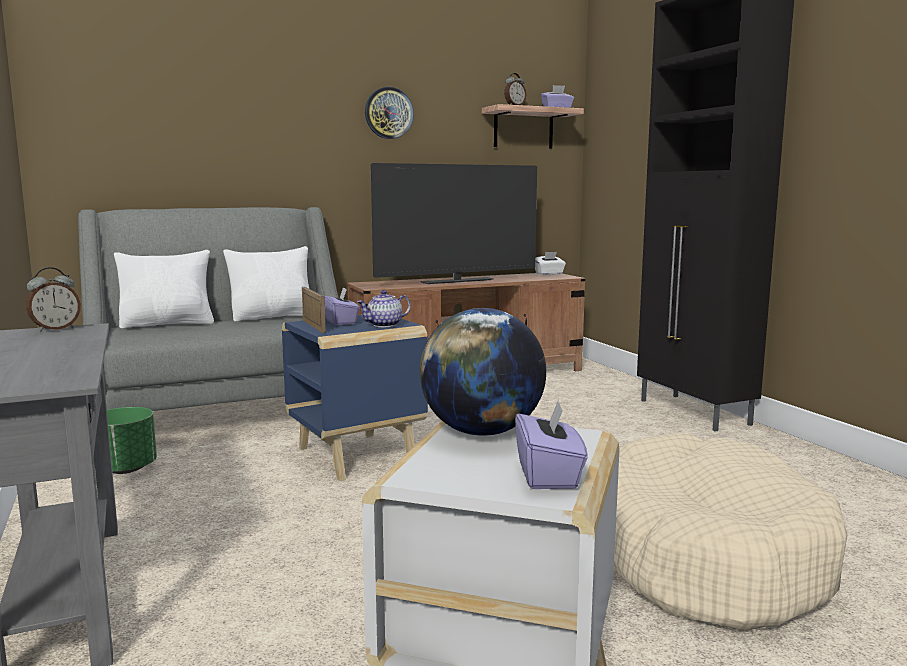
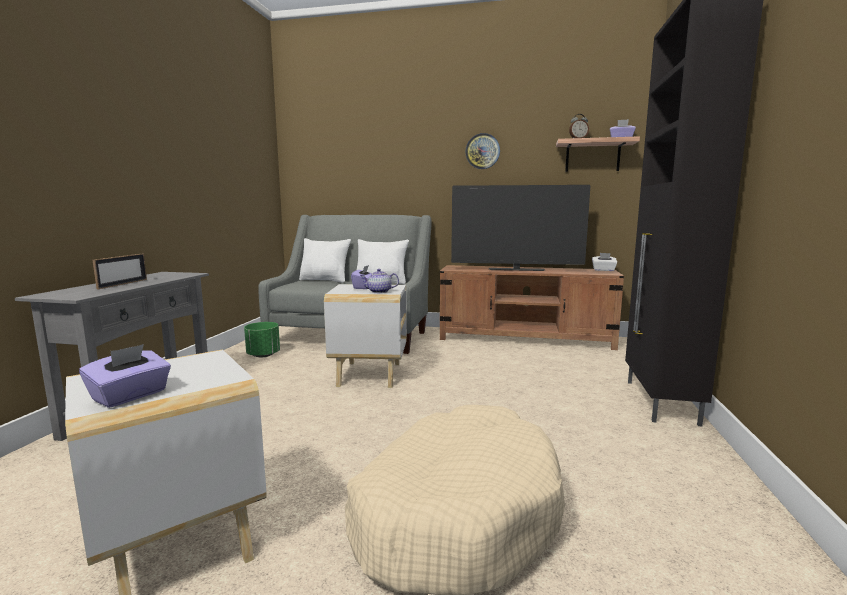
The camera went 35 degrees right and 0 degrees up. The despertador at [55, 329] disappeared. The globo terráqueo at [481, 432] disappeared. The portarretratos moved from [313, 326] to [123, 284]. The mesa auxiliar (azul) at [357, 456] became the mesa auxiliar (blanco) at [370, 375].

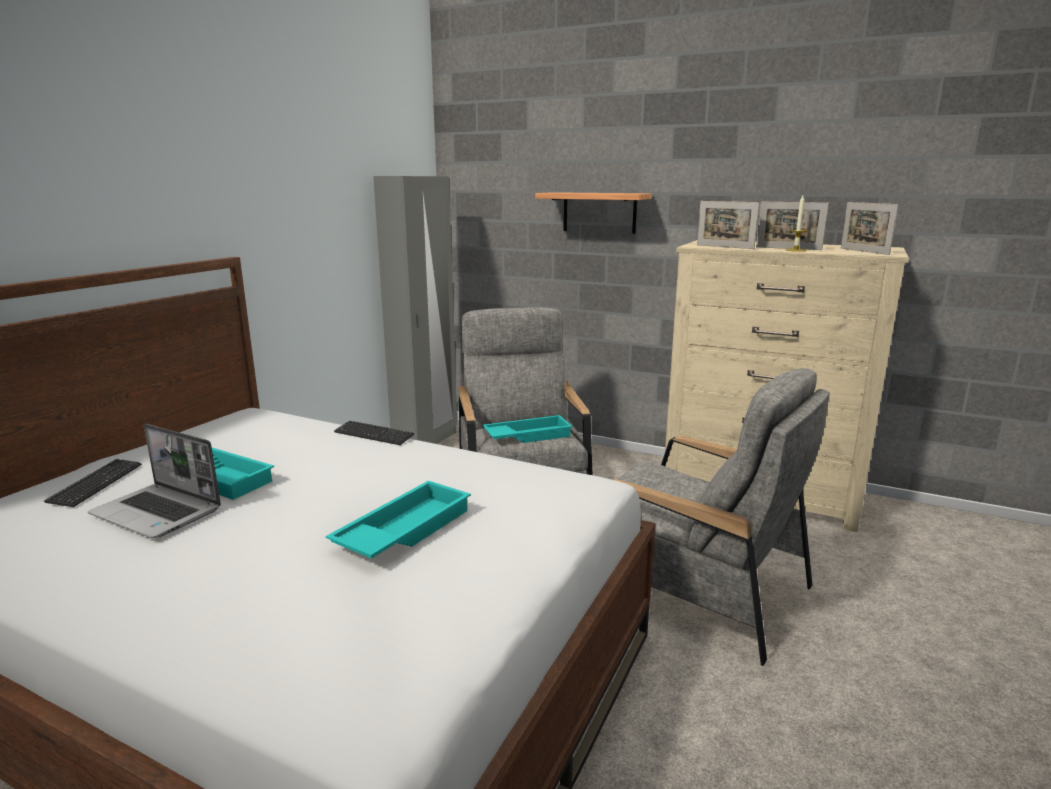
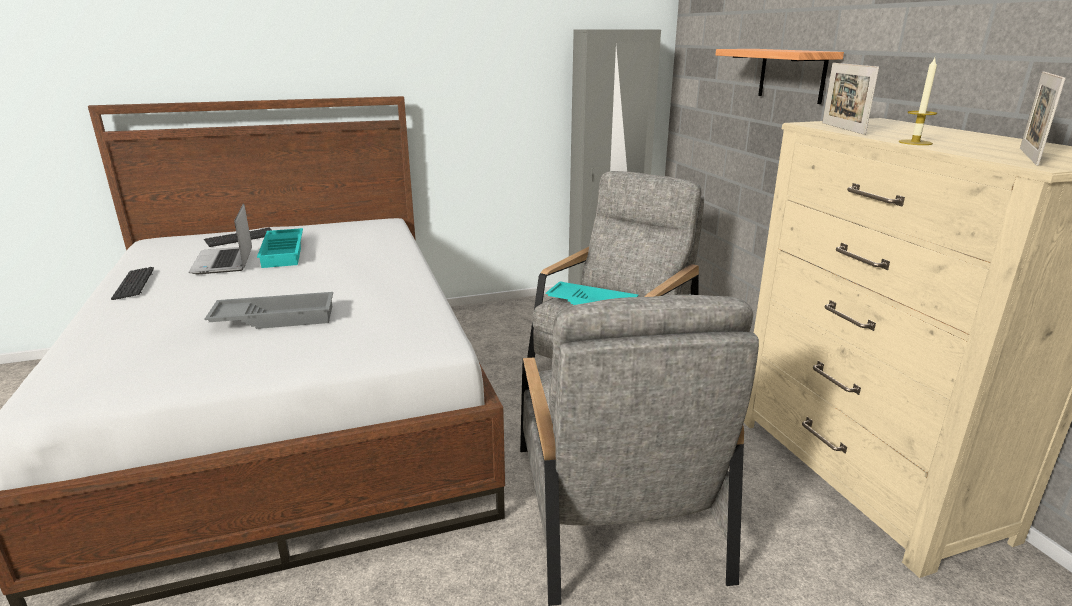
The camera went 45 degrees right and 5 degrees up. The portarretratos at [788, 248] disappeared. The teclado moved from [374, 434] to [134, 284]. The bandeja (turquesa) at [403, 530] became the bandeja (gris) at [276, 318].

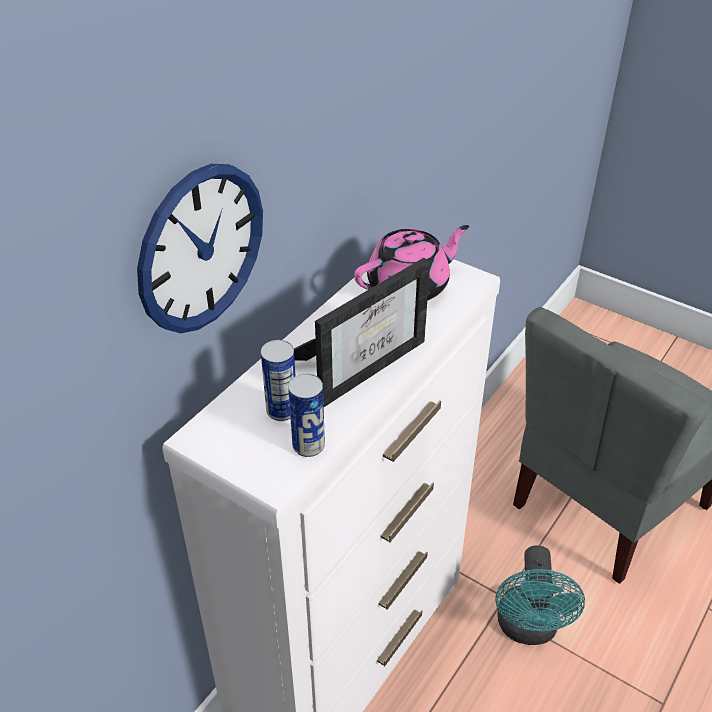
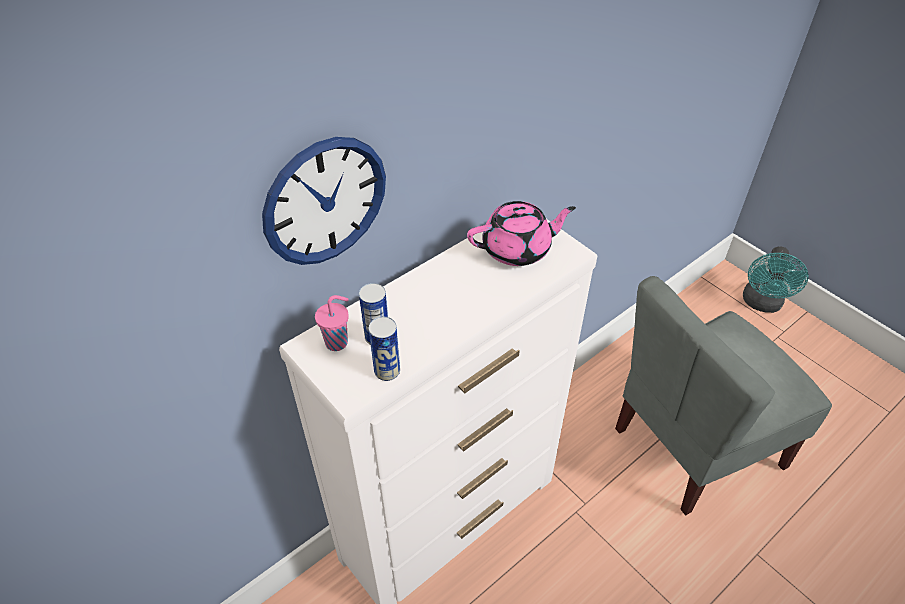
The camera went 15 degrees right and 5 degrees up. The portarretratos at [365, 363] disappeared. The taza (rosa) at [338, 342] appeared. The ventilador (turquesa) moved from [528, 629] to [762, 304].

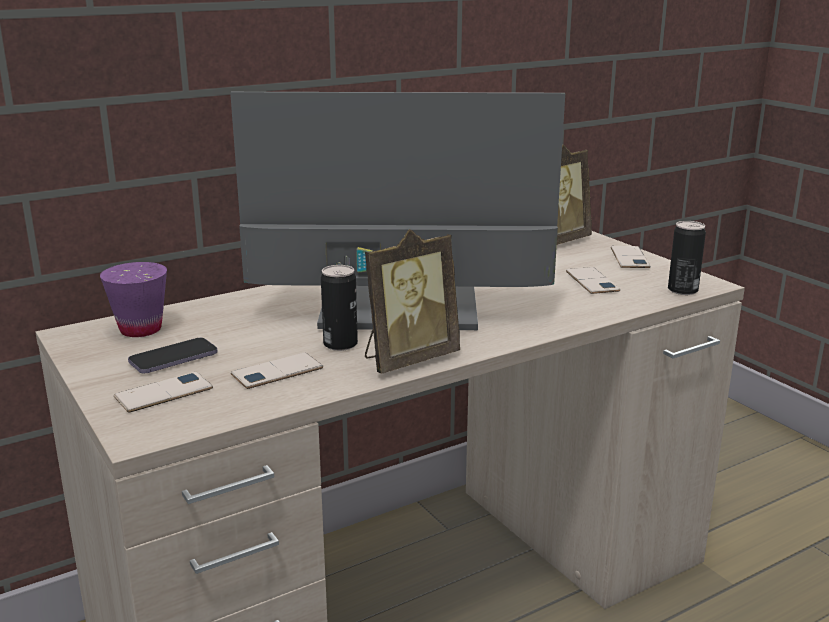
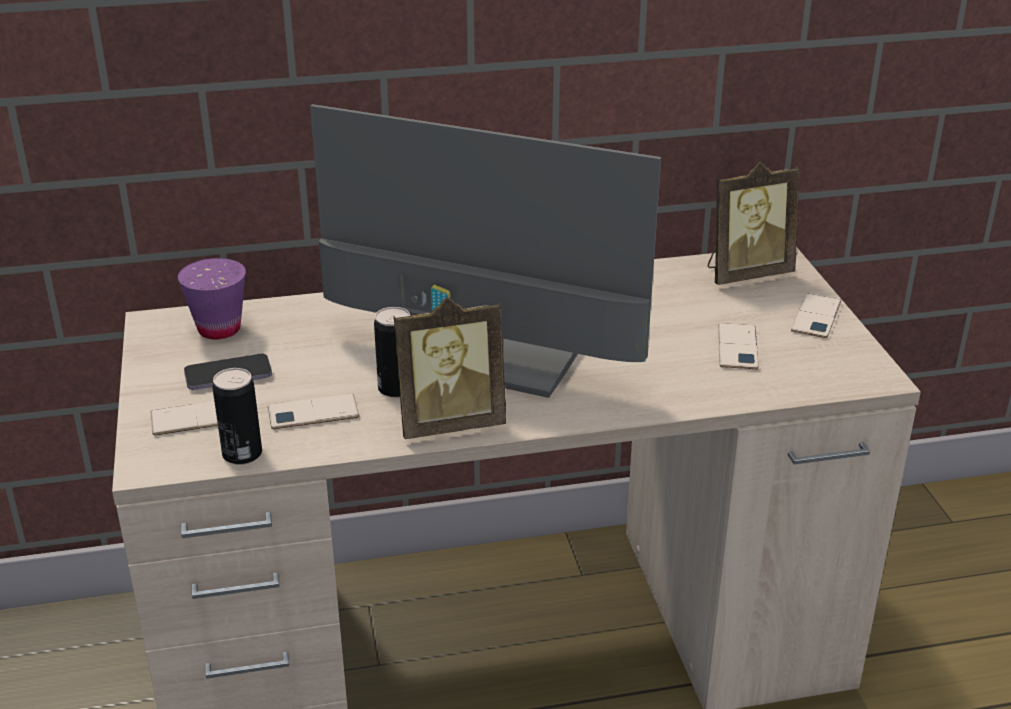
The camera went 20 degrees right and 10 degrees up. The lata moved from [682, 290] to [242, 454].

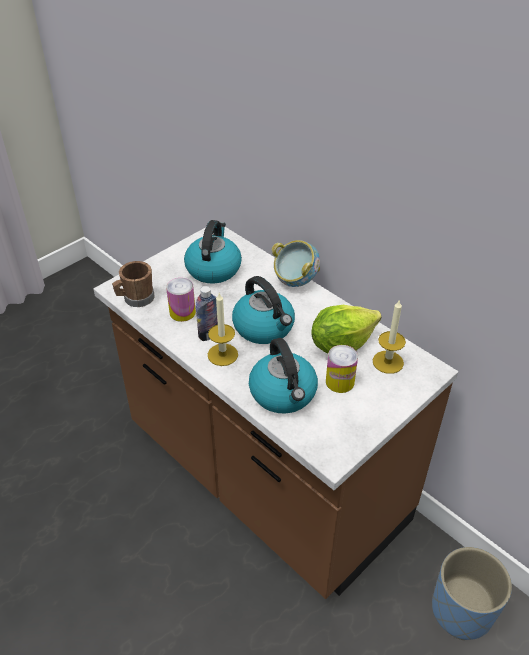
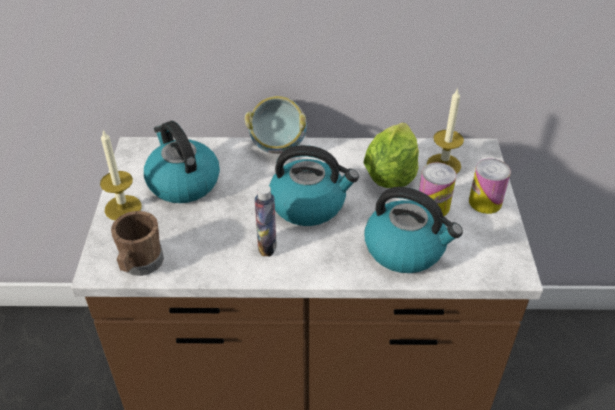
The camera went 45 degrees left and 0 degrees up. The maceta (azul) at [461, 611] disappeared. The lata moved from [182, 312] to [485, 202]. The vela moved from [222, 354] to [123, 208].

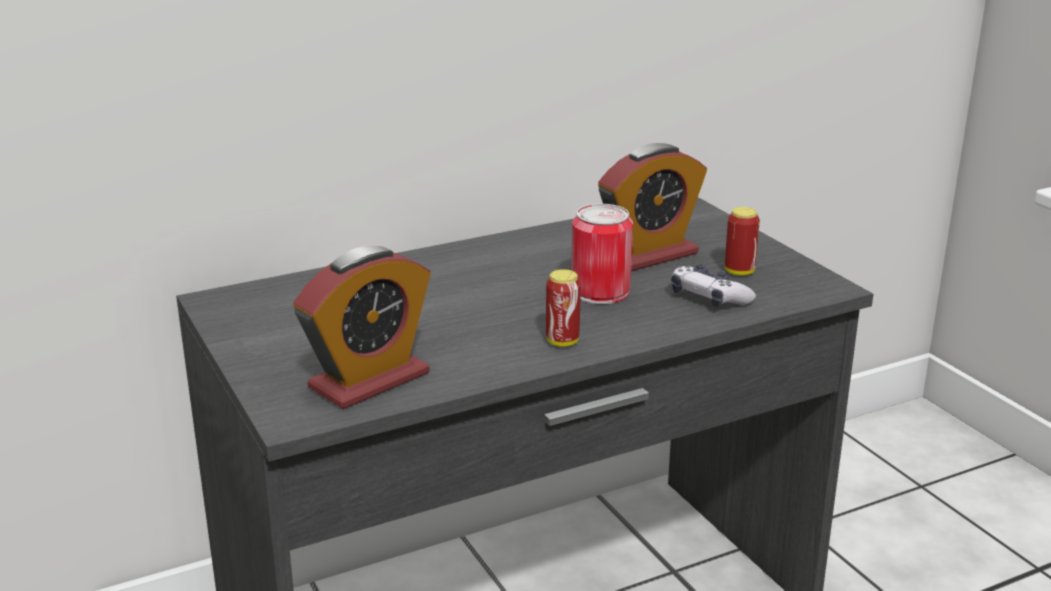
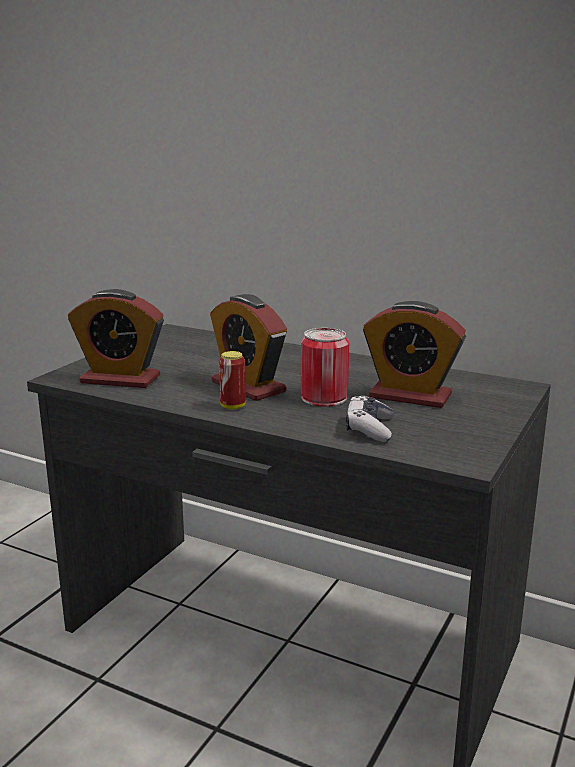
The camera went 55 degrees right and 5 degrees down. The lata at [739, 272] disappeared. The despertador at [248, 387] appeared.

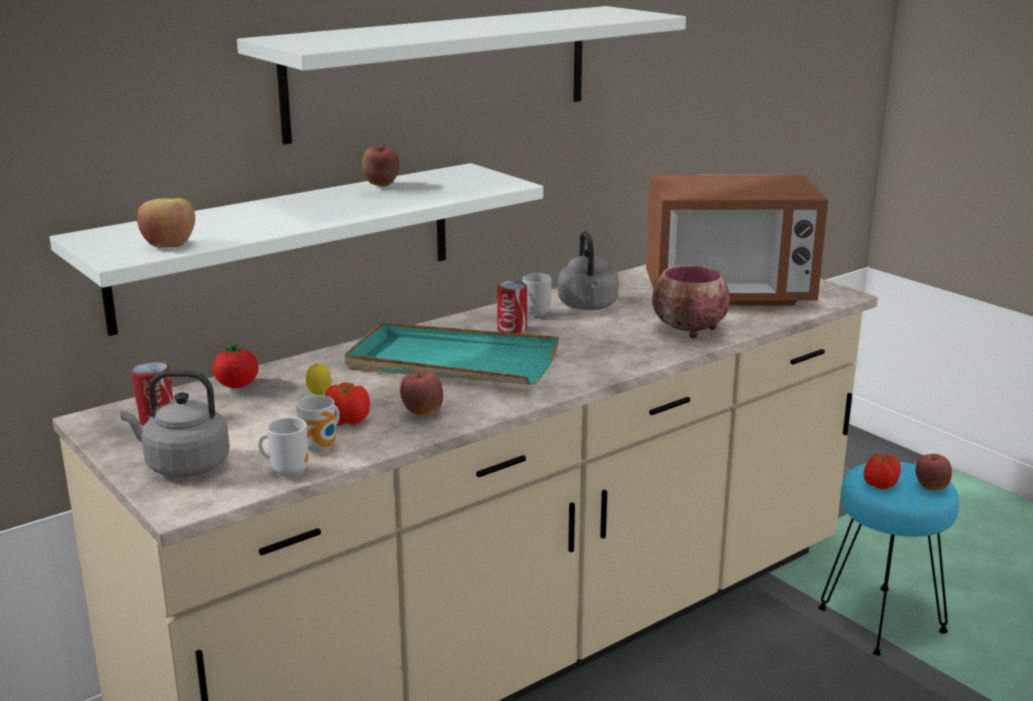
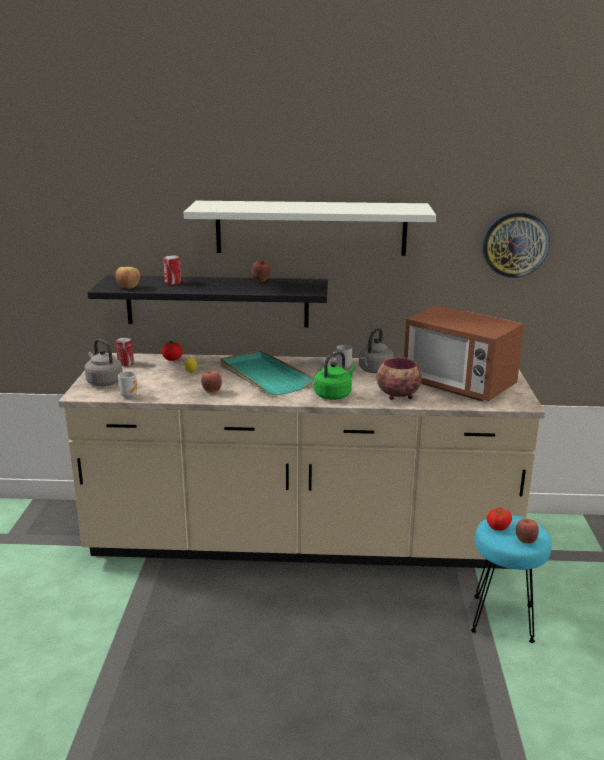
The camera went 40 degrees right and 0 degrees up. The taza grande at [321, 447] disappeared. The tomate at [348, 421] disappeared. The hervidor (verde) at [334, 395] appeared. The reloj de pared at [515, 244] appeared. The lata moved from [512, 330] to [173, 282]. The estante (blanco) at [287, 245] became the estante (negro) at [217, 301].

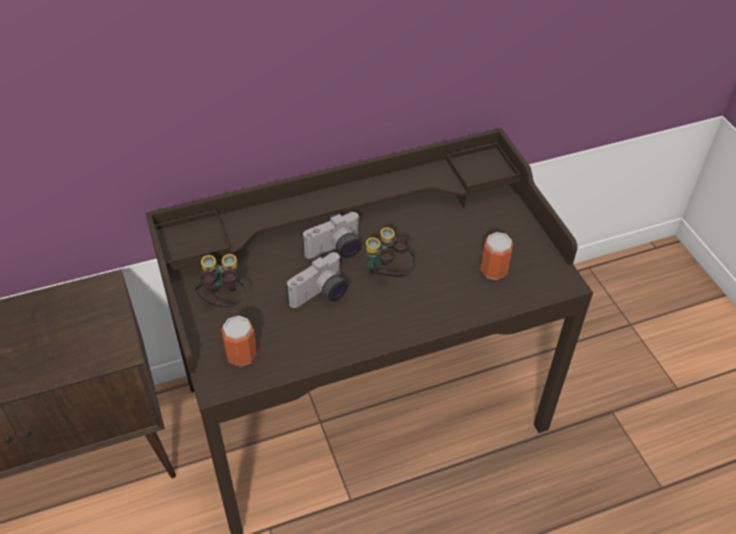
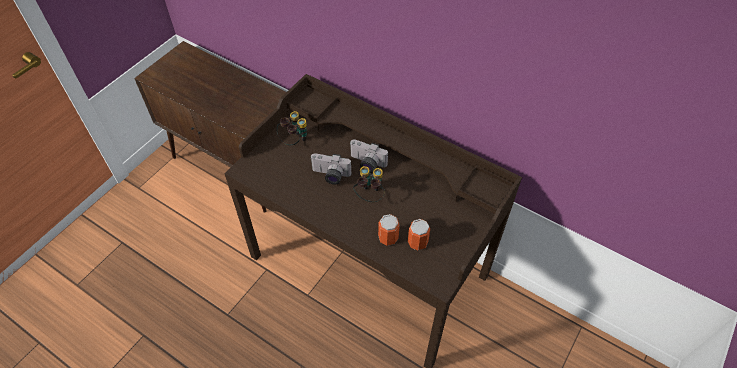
The camera went 55 degrees right and 5 degrees up. The lata moved from [241, 355] to [388, 238].

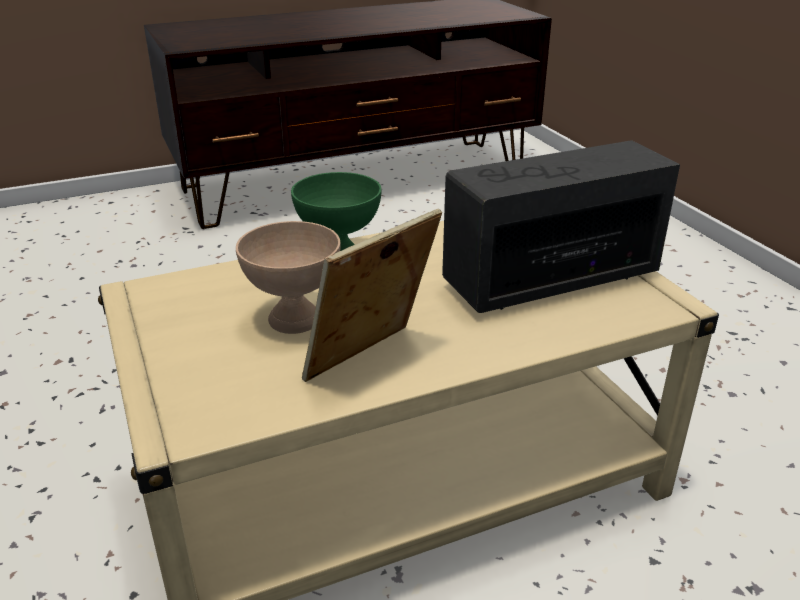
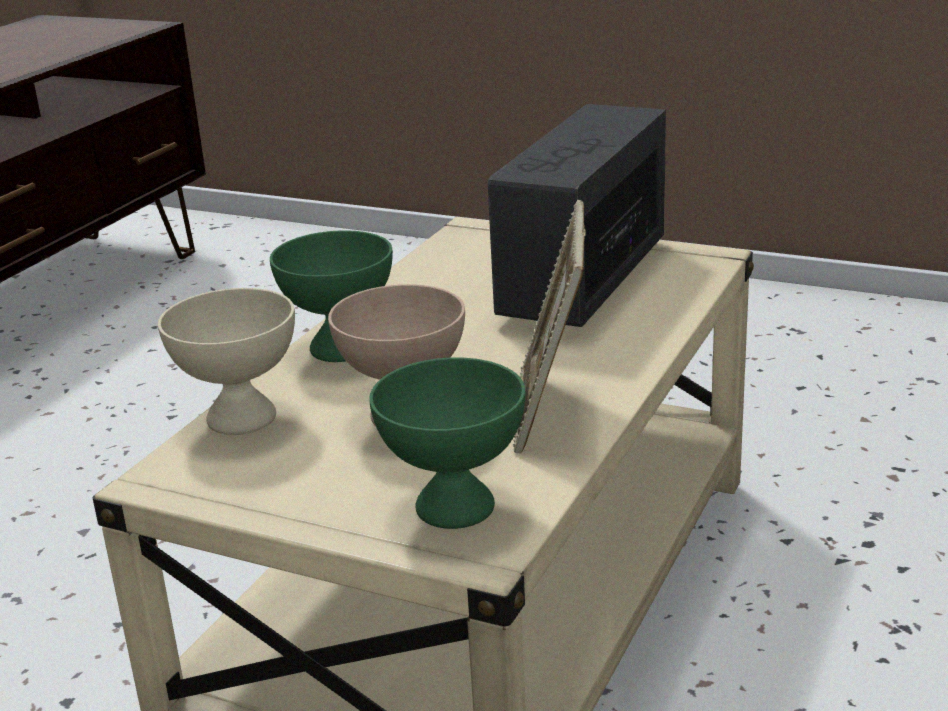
The camera went 40 degrees left and 5 degrees down. The cuenco (beis) at [244, 418] appeared. The cuenco (verde) at [454, 508] appeared.

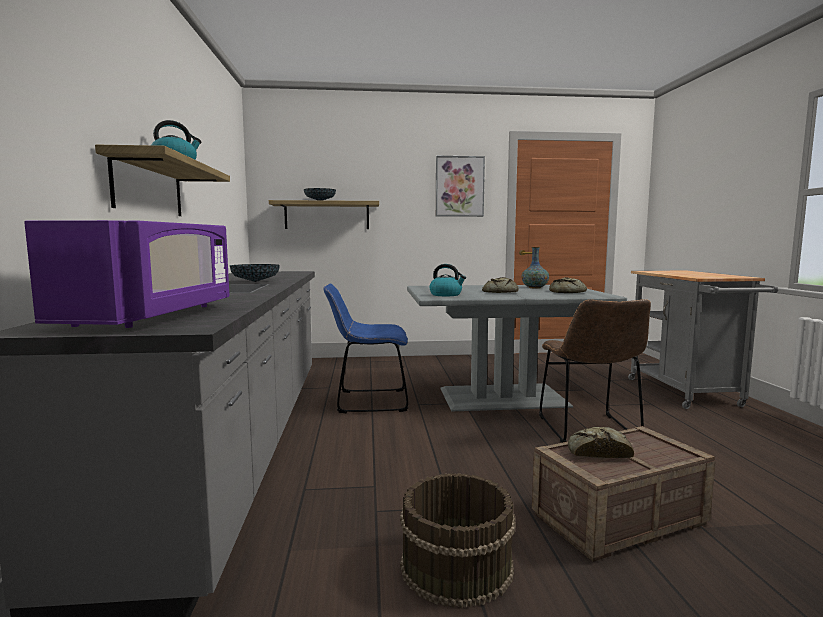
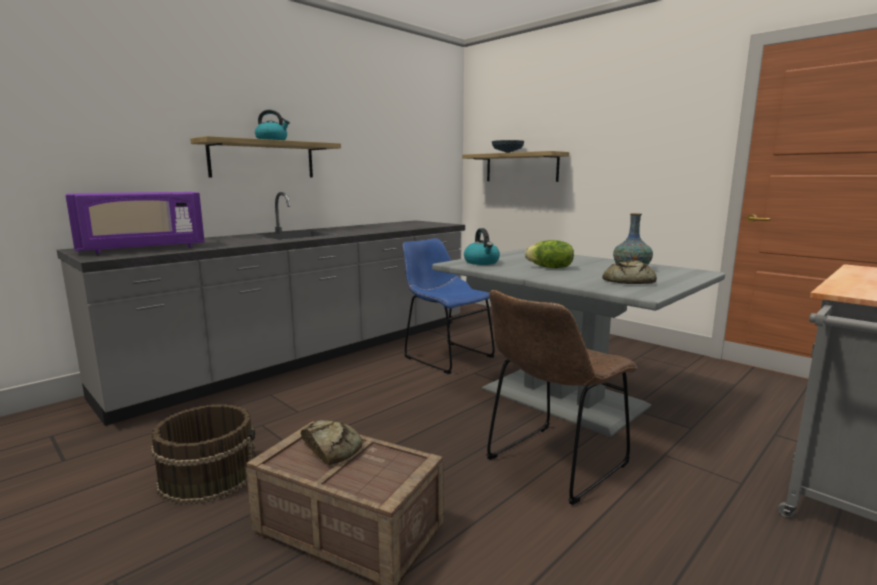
The camera went 50 degrees right and 5 degrees up. The cuenco at [255, 282] disappeared. The cuadro at [459, 186] disappeared. The pan at [499, 292] was replaced by the lechuga at [550, 268].

